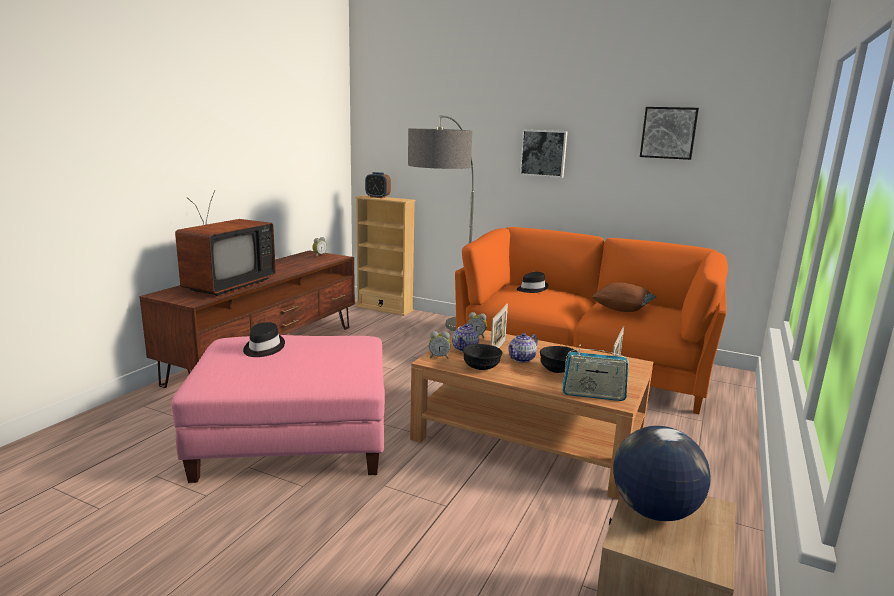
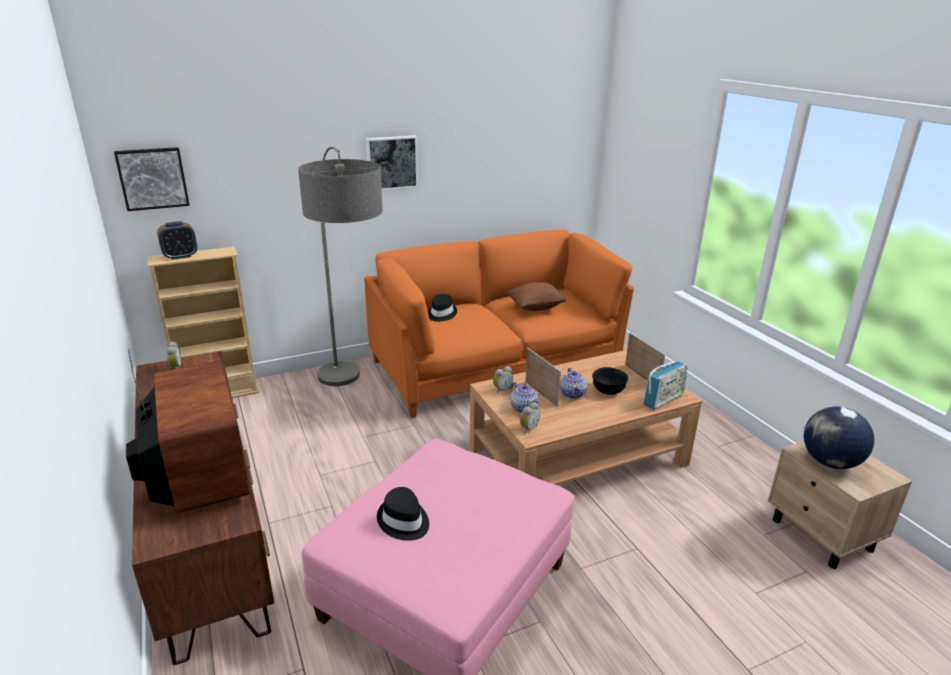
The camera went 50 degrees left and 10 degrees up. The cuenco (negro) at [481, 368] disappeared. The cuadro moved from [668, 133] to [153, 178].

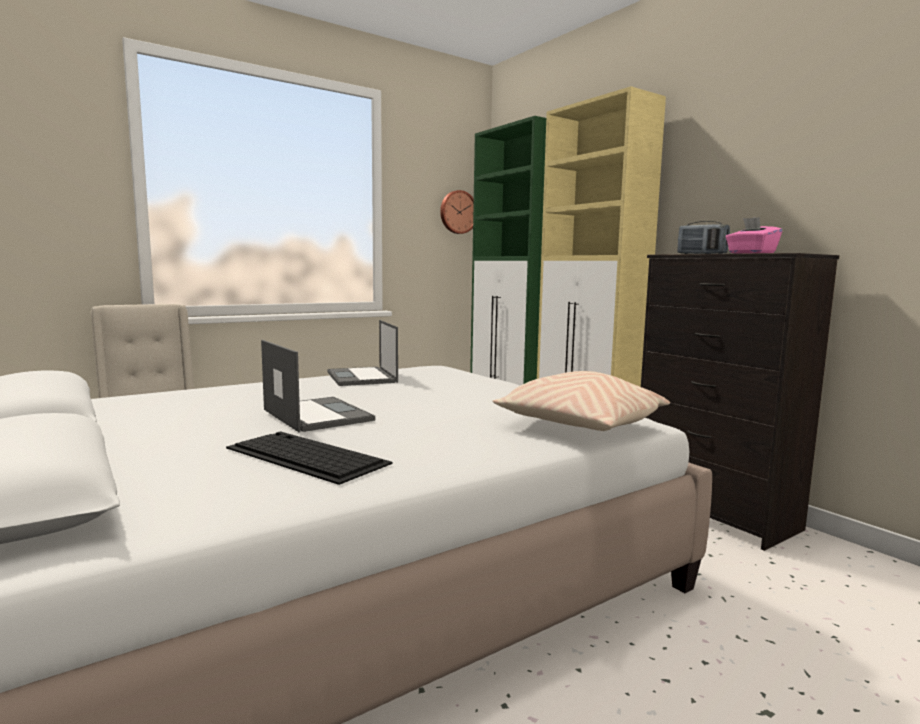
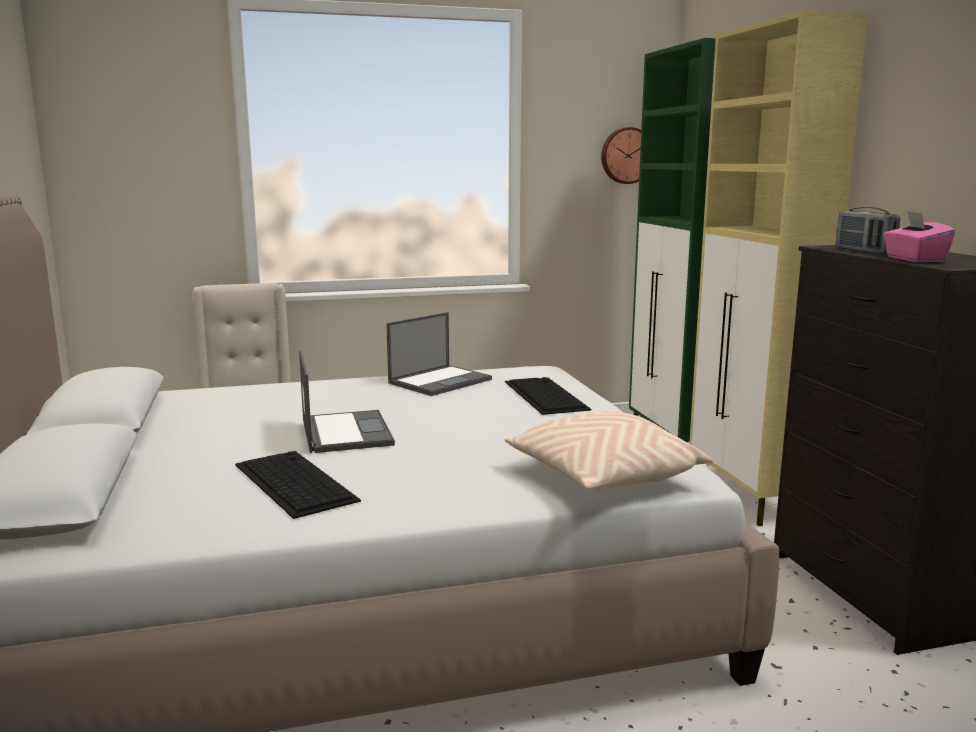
The camera went 20 degrees right and 5 degrees up. The teclado at [544, 395] appeared. The portátil at [362, 377] turned 135 degrees counterclockwise.

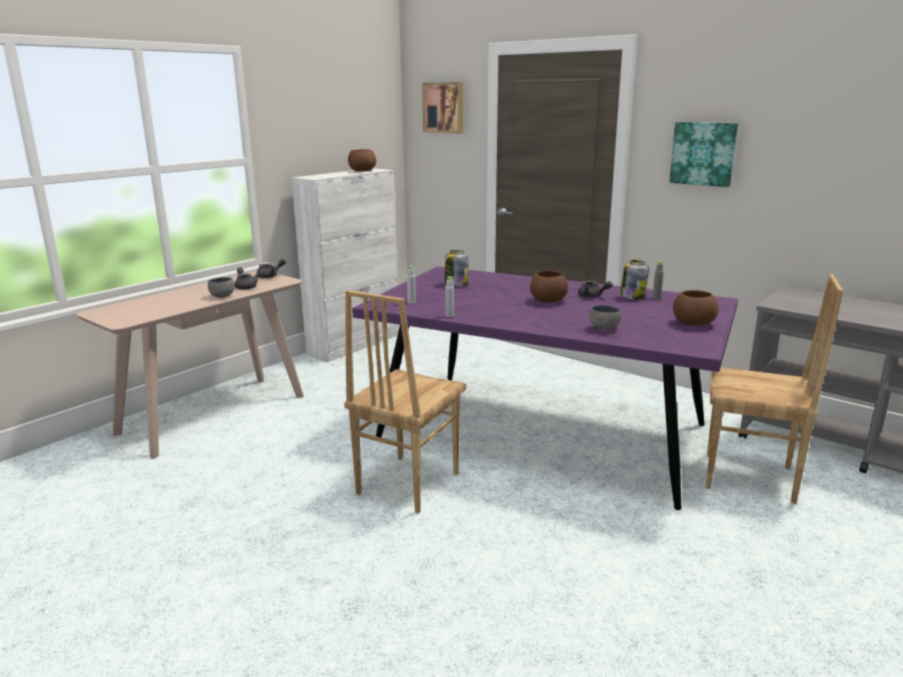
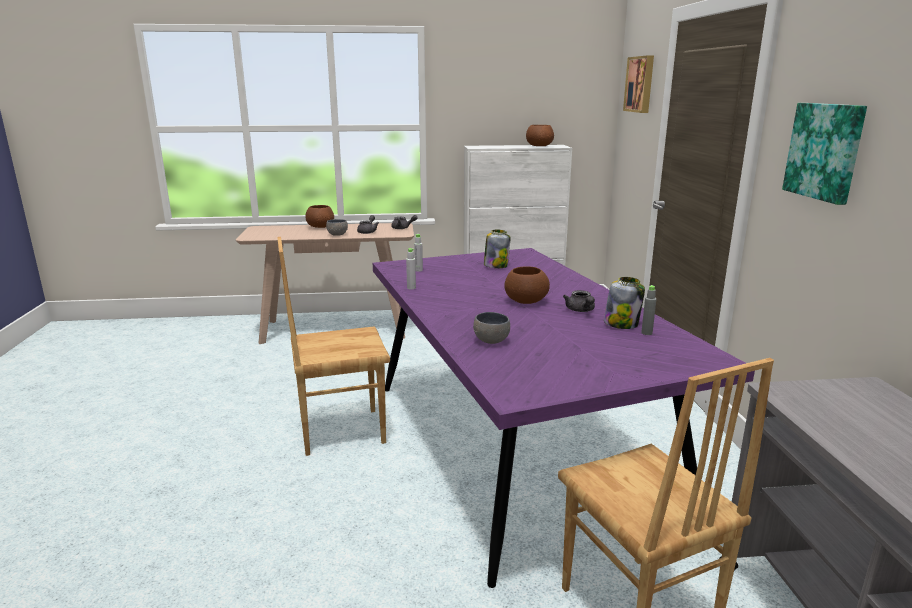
The camera went 45 degrees right and 0 degrees up. The cuenco (marrón) moved from [692, 323] to [321, 227].

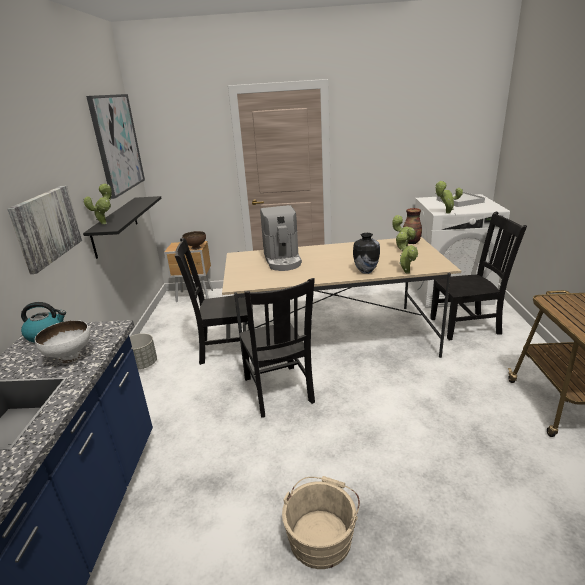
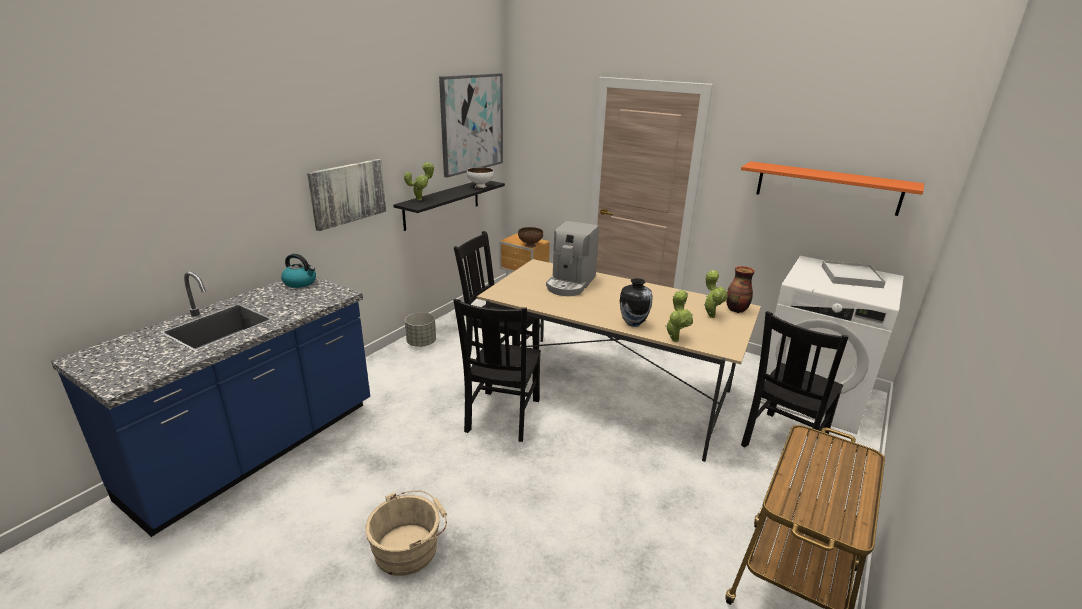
The camera went 30 degrees right and 0 degrees up. The planta en maceta at [446, 213] disappeared. The estante (naranja) at [827, 188] appeared. The cuenco (blanco) moved from [70, 357] to [480, 186]. The silla (negro) at [467, 326] turned 105 degrees clockwise.

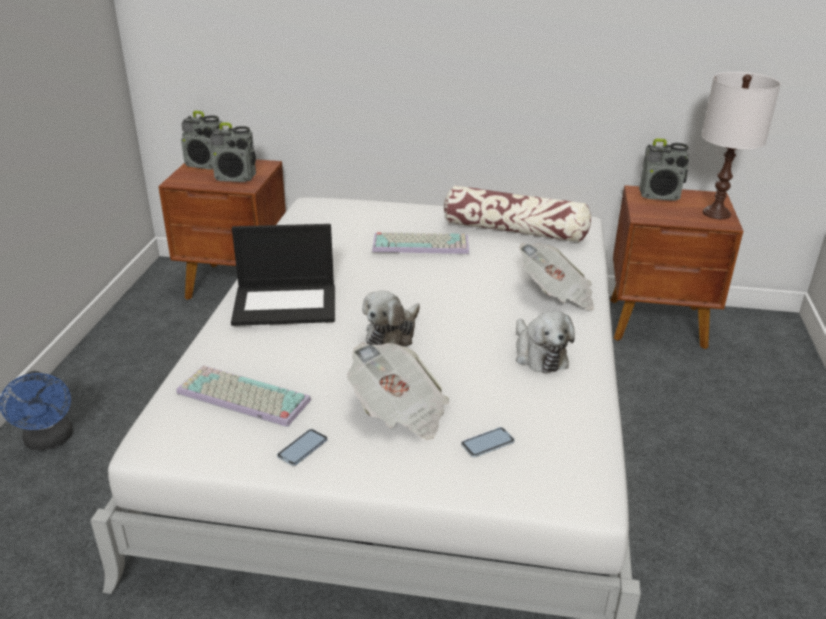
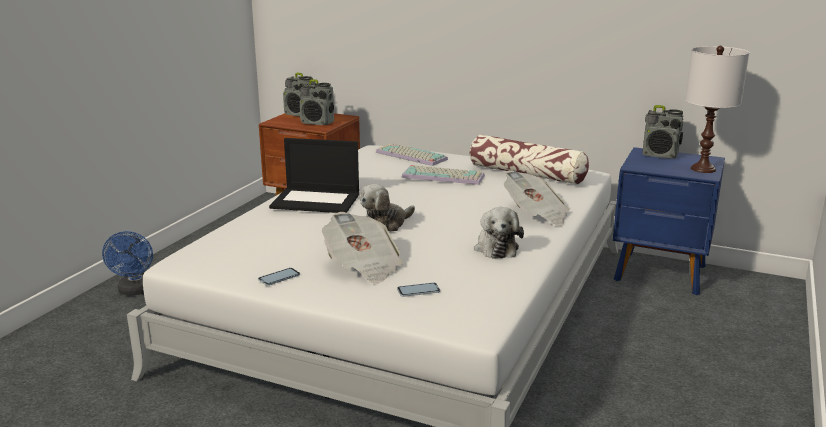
The camera went 15 degrees right and 10 degrees down. The teclado moved from [240, 397] to [409, 156]. The mesita de noche (marrón) at [658, 324] became the mesita de noche (azul) at [661, 274].

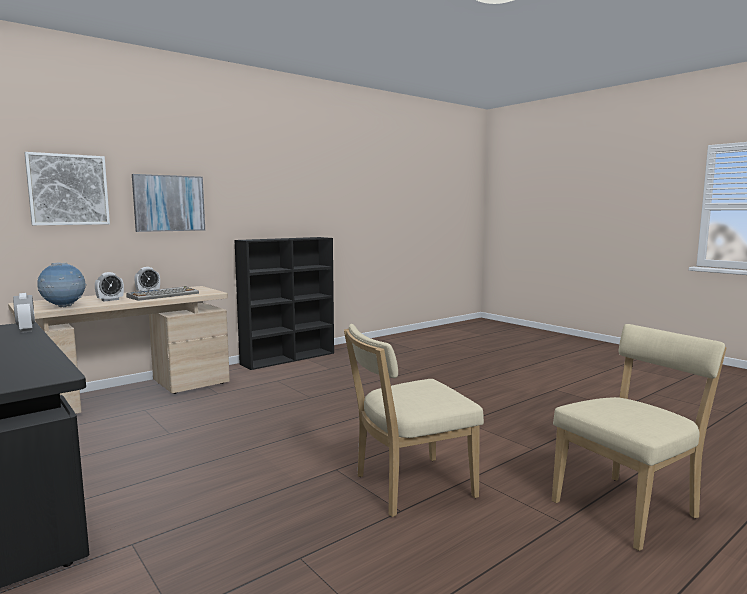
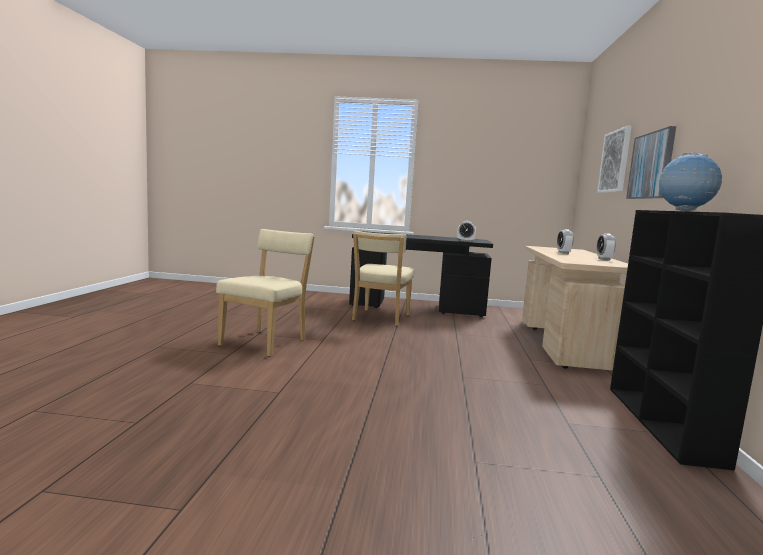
The camera went 135 degrees right and 0 degrees up. The teclado at [164, 295] disappeared. The globo terráqueo moved from [64, 307] to [684, 211]. The silla (beis) moved from [629, 508] to [380, 318].

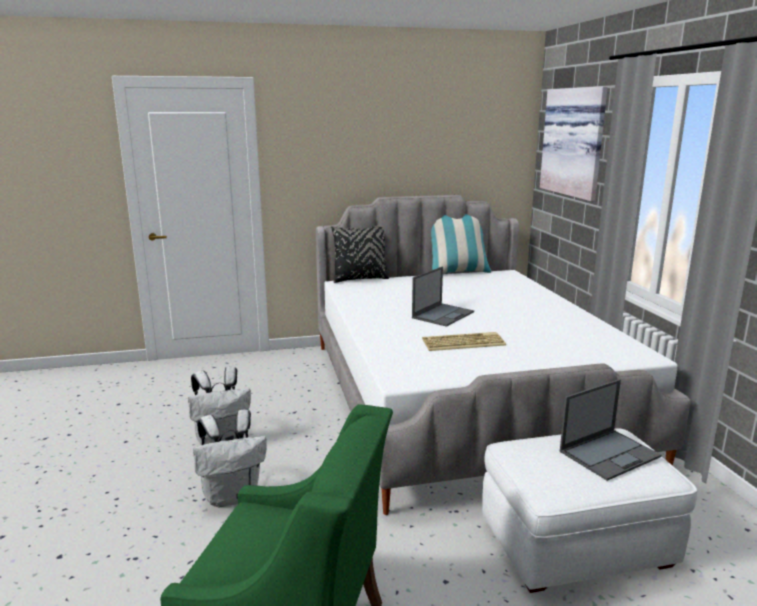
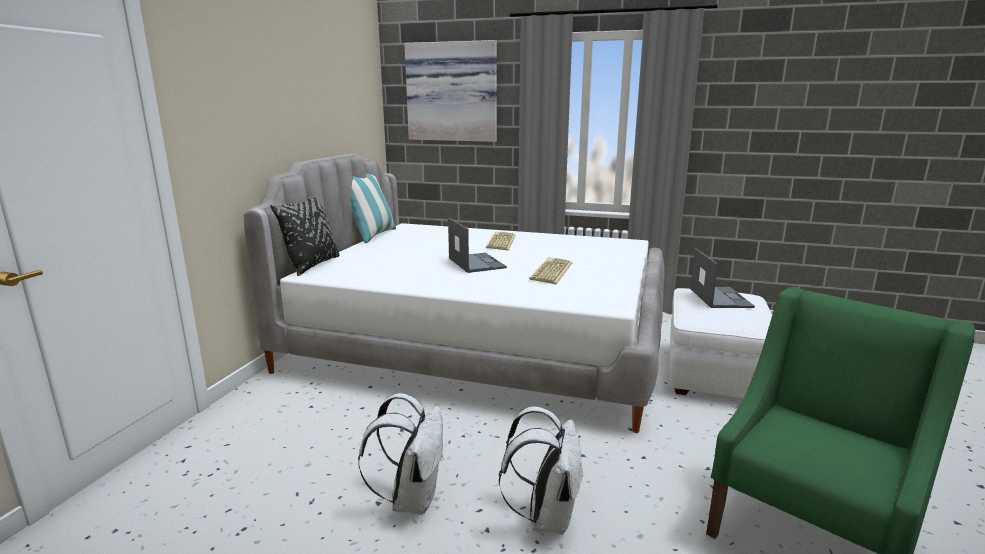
The camera went 60 degrees left and 0 degrees up. The teclado at [500, 242] appeared.

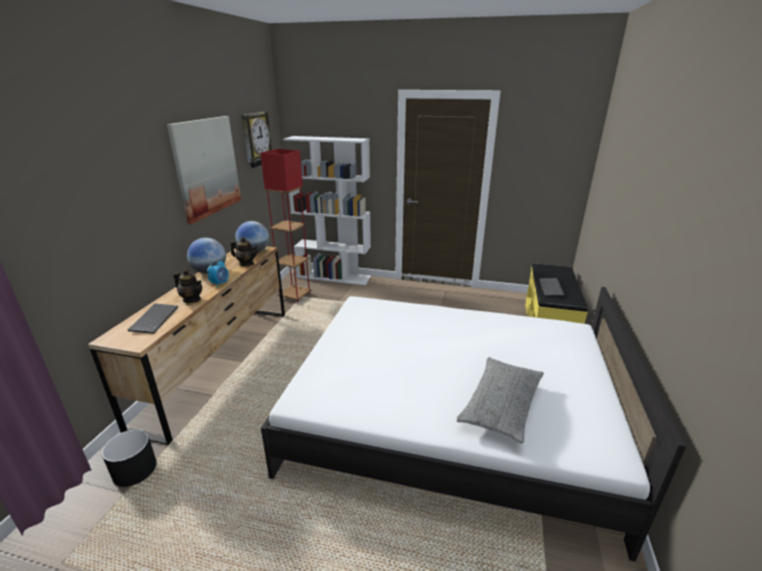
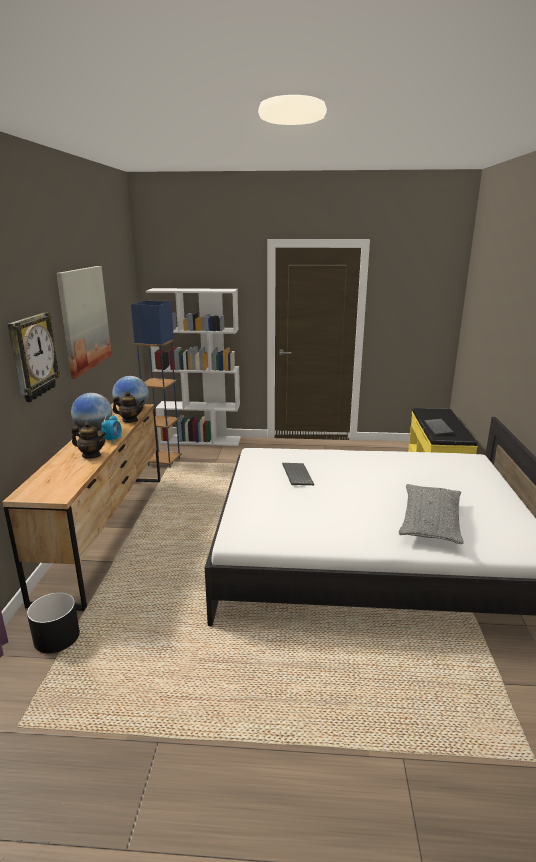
The camera went 10 degrees left and 5 degrees down. The teclado moved from [154, 319] to [296, 475]. The reloj de pared moved from [256, 139] to [32, 356]. The lámpara de pie (rojo) at [295, 296] became the lámpara de pie (azul) at [164, 461].

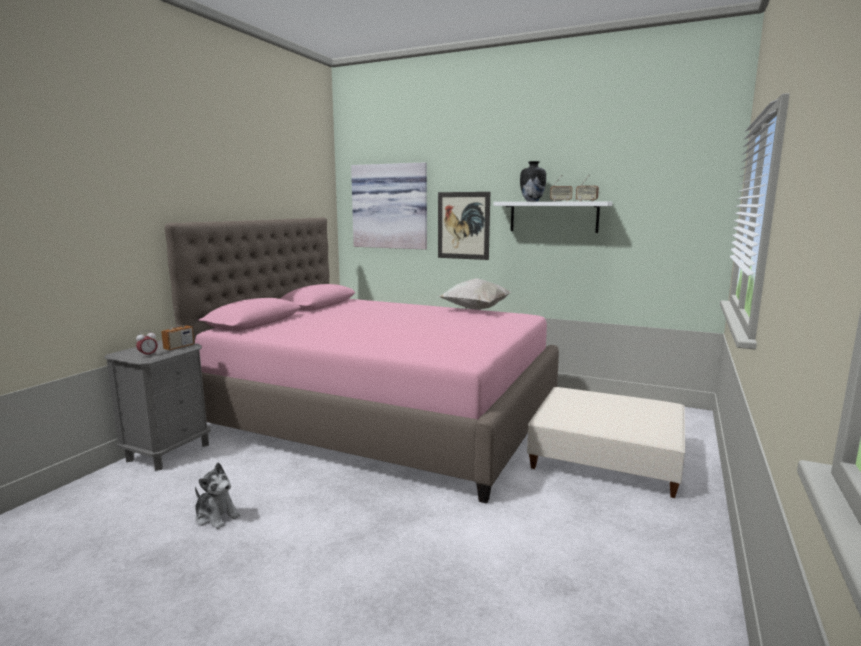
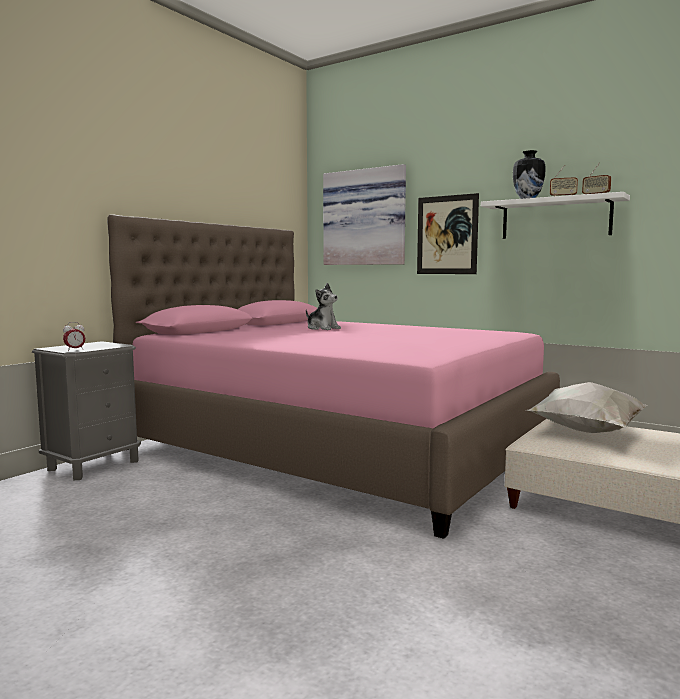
The camera went 10 degrees right and 5 degrees down. The radio at [179, 347] disappeared. The peluche moved from [216, 516] to [322, 328]. The cojín (blanco) moved from [474, 310] to [585, 433].

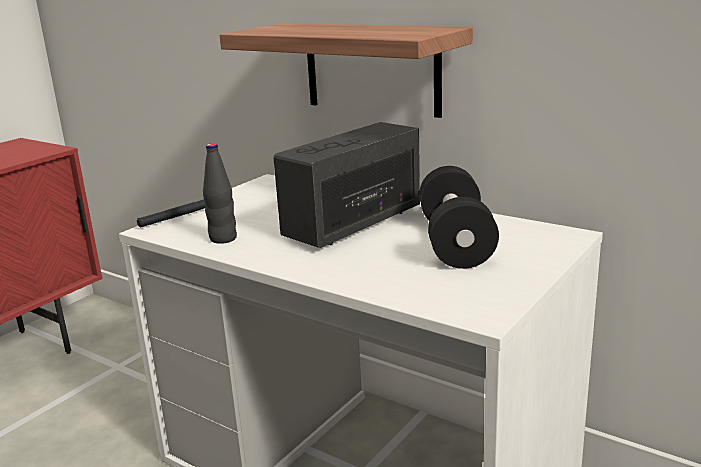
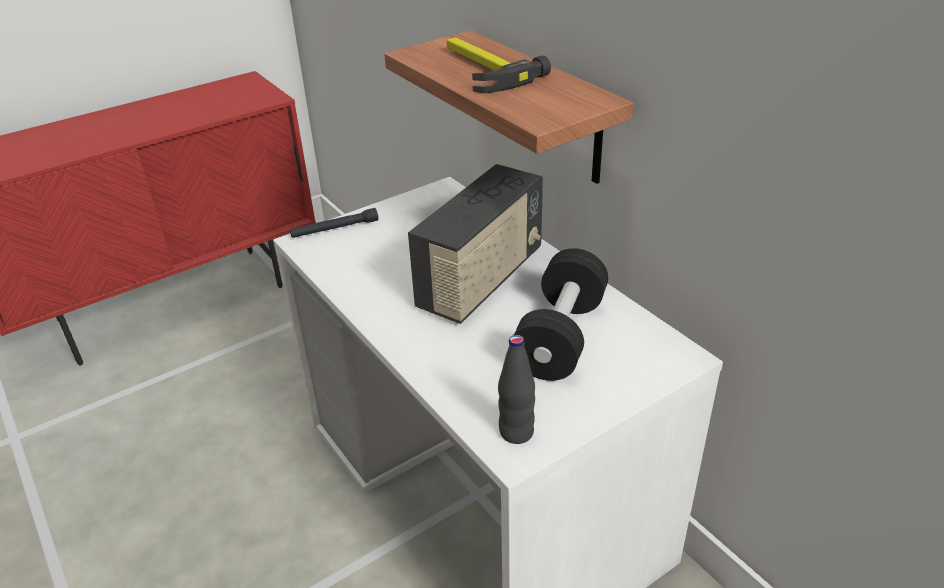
The camera went 20 degrees right and 15 degrees up. The martillo at [481, 69] appeared. The botella (negro) moved from [223, 239] to [516, 432]. The radio at [353, 223] turned 150 degrees clockwise.

